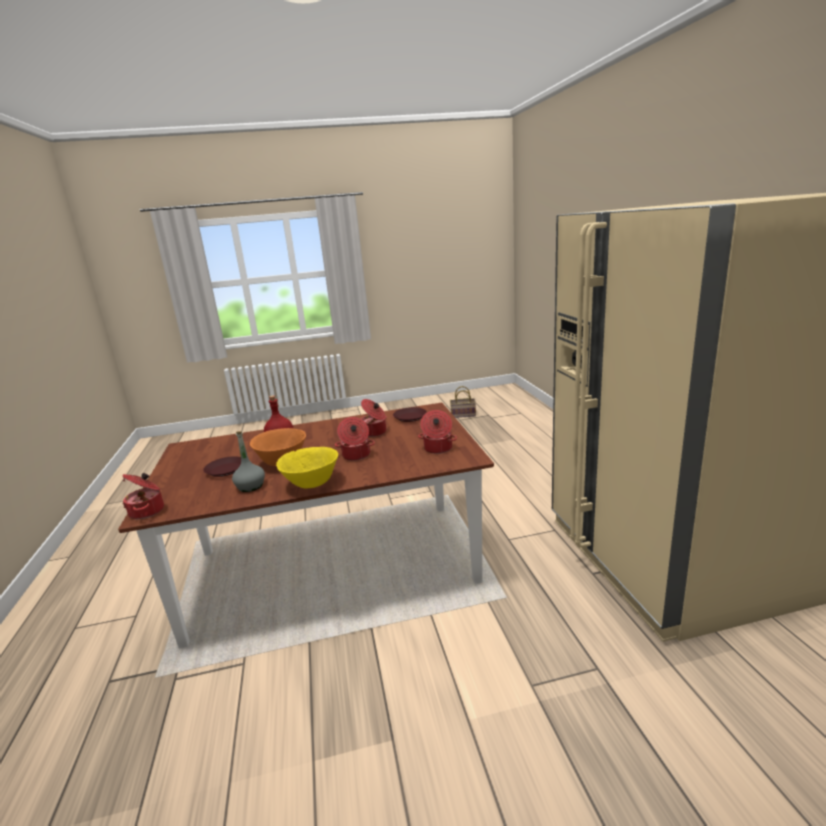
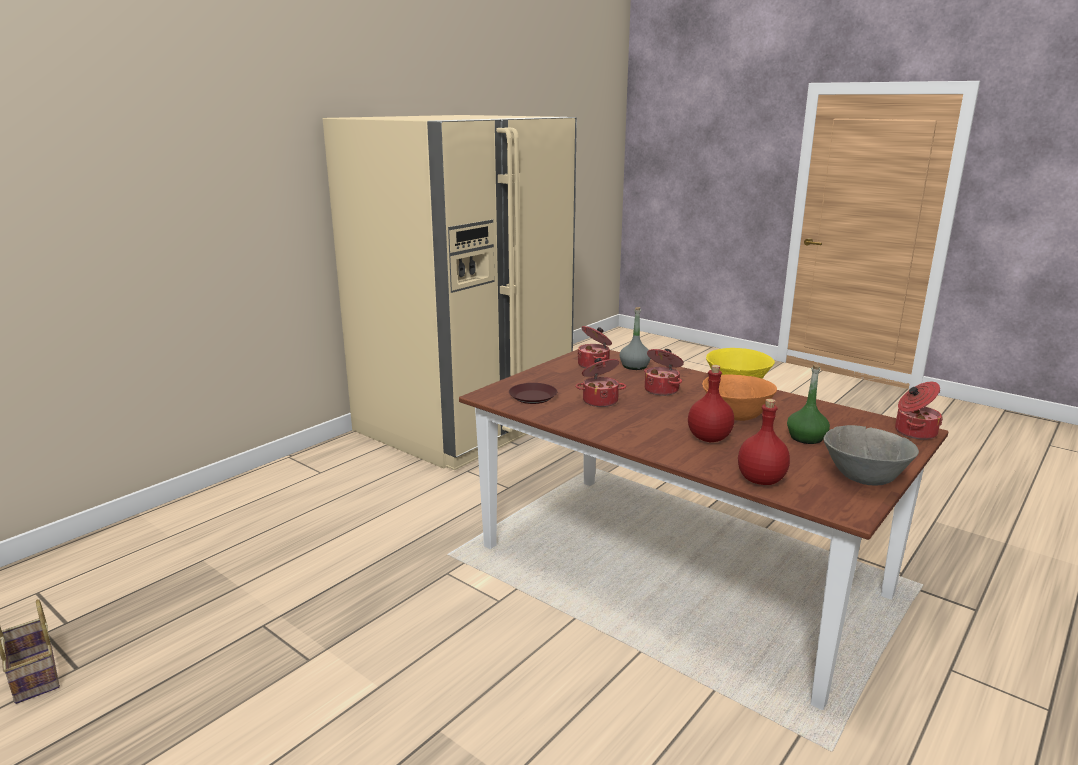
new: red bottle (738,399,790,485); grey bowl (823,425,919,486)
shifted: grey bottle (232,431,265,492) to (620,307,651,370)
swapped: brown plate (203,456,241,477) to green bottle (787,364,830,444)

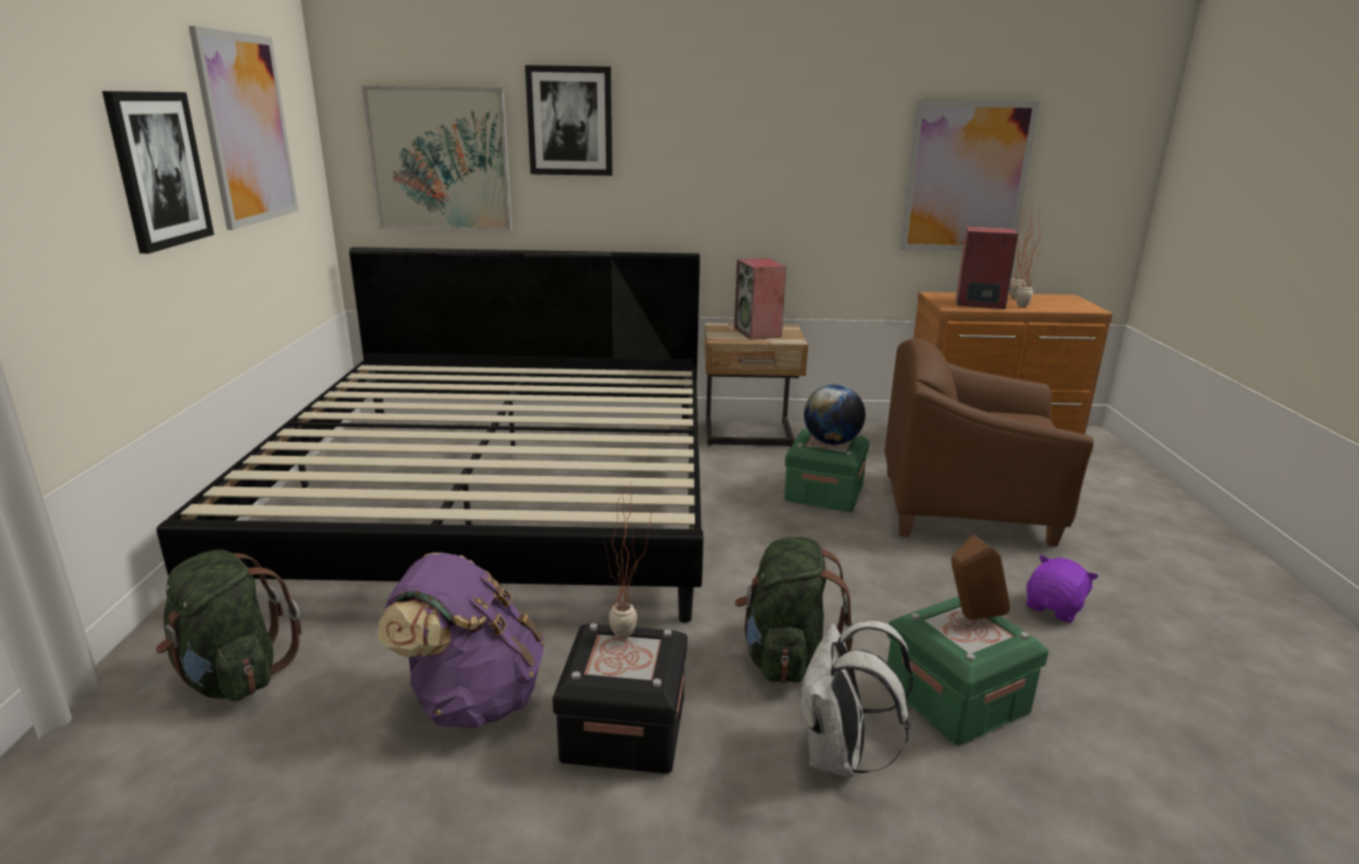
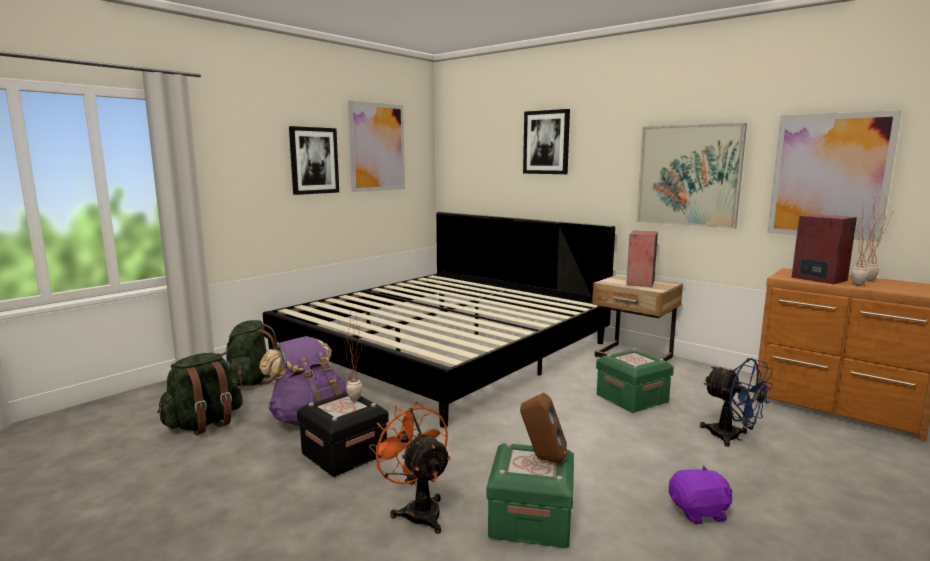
gone: globe (804,384,865,445)
shifted: picture (361,85,512,231) to (637,123,747,229); green backpack (734,537,855,683) to (157,353,243,435)
swapped: white backpack (799,621,914,778) to orange fan (369,402,451,534); brown armchair (885,339,1094,546) to blue fan (700,358,773,447)

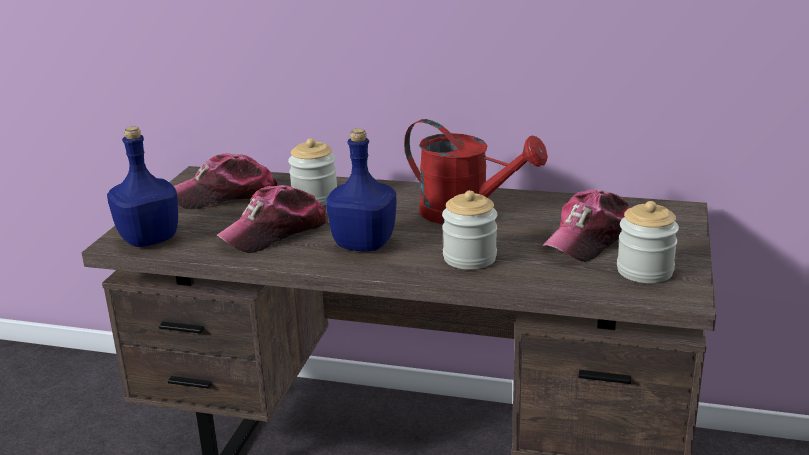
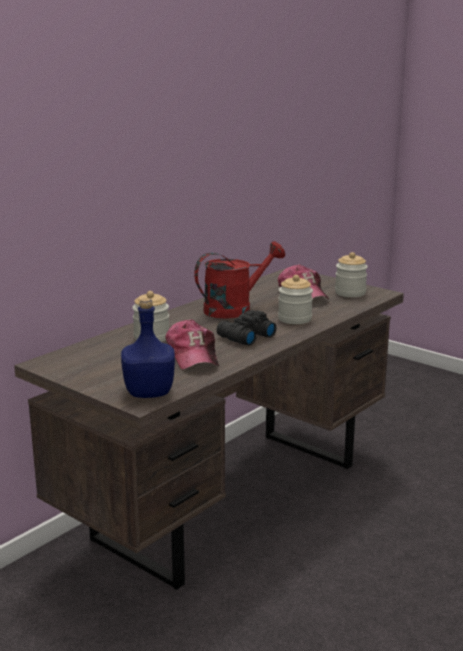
gone: cap (174,153,278,209)
swapped: blue bottle (326,128,397,251) to black binoculars (217,310,277,346)

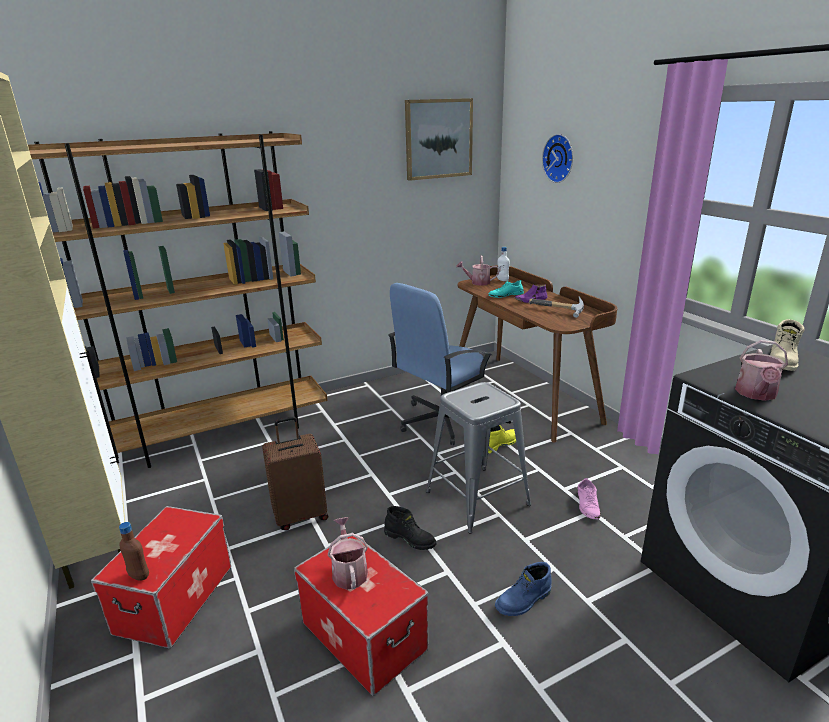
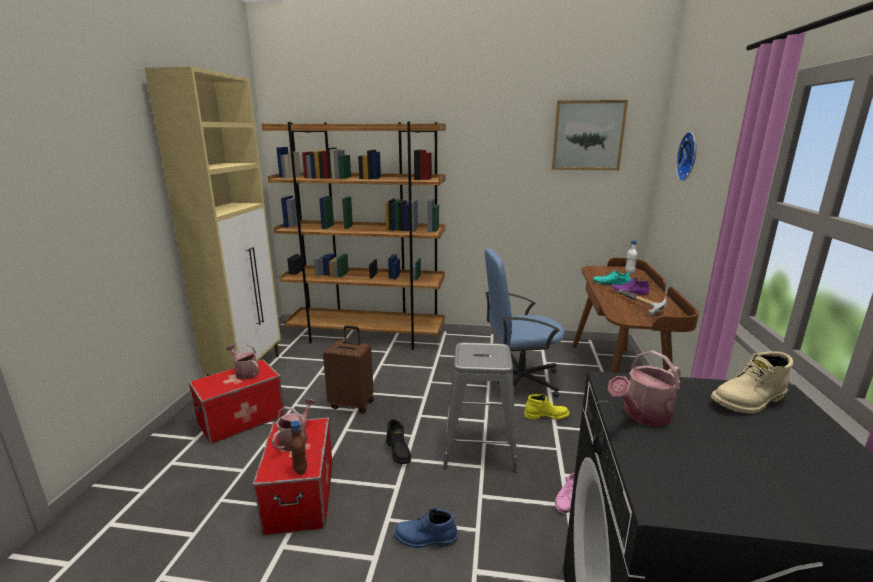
shifted: brown bottle (119,522,149,581) to (290,421,307,475); watering can (456,256,500,286) to (226,344,259,380)

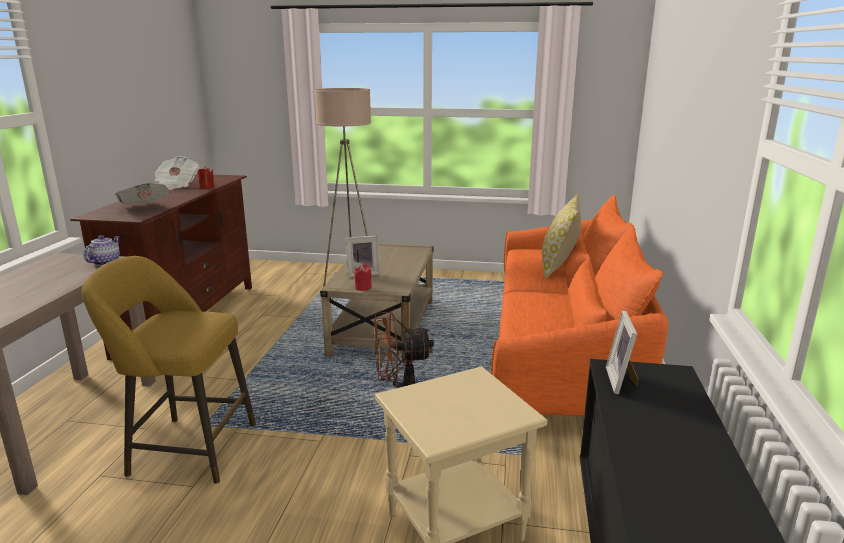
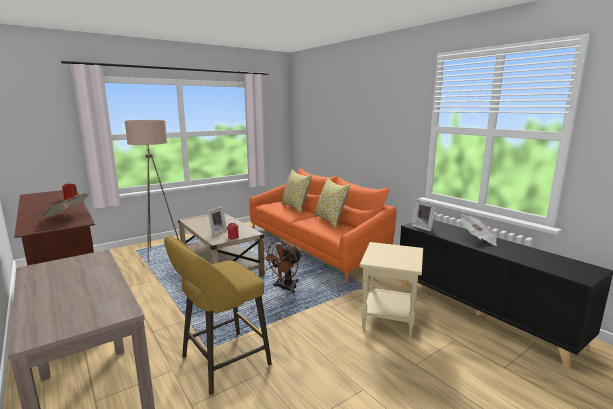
gone: teapot (83,235,120,266)
new: pillow (315,177,350,228)
shifted: newspaper (154,156,199,190) to (461,215,497,246)

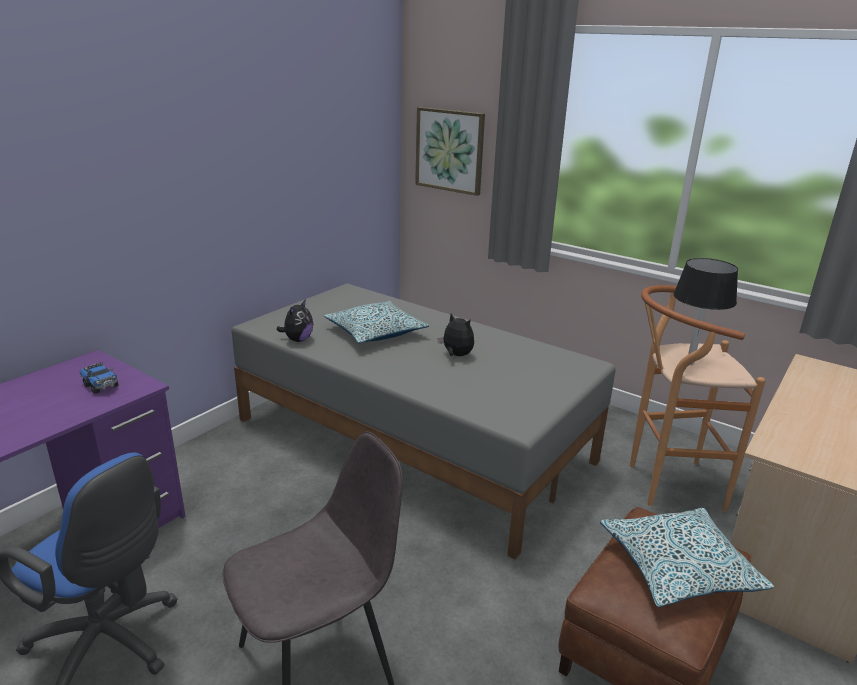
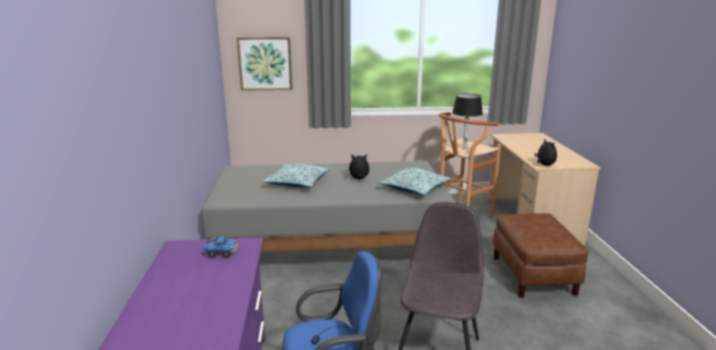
shifted: plush toy (276,300,313,342) to (534,139,557,166); pillow (600,508,774,607) to (379,168,451,195)

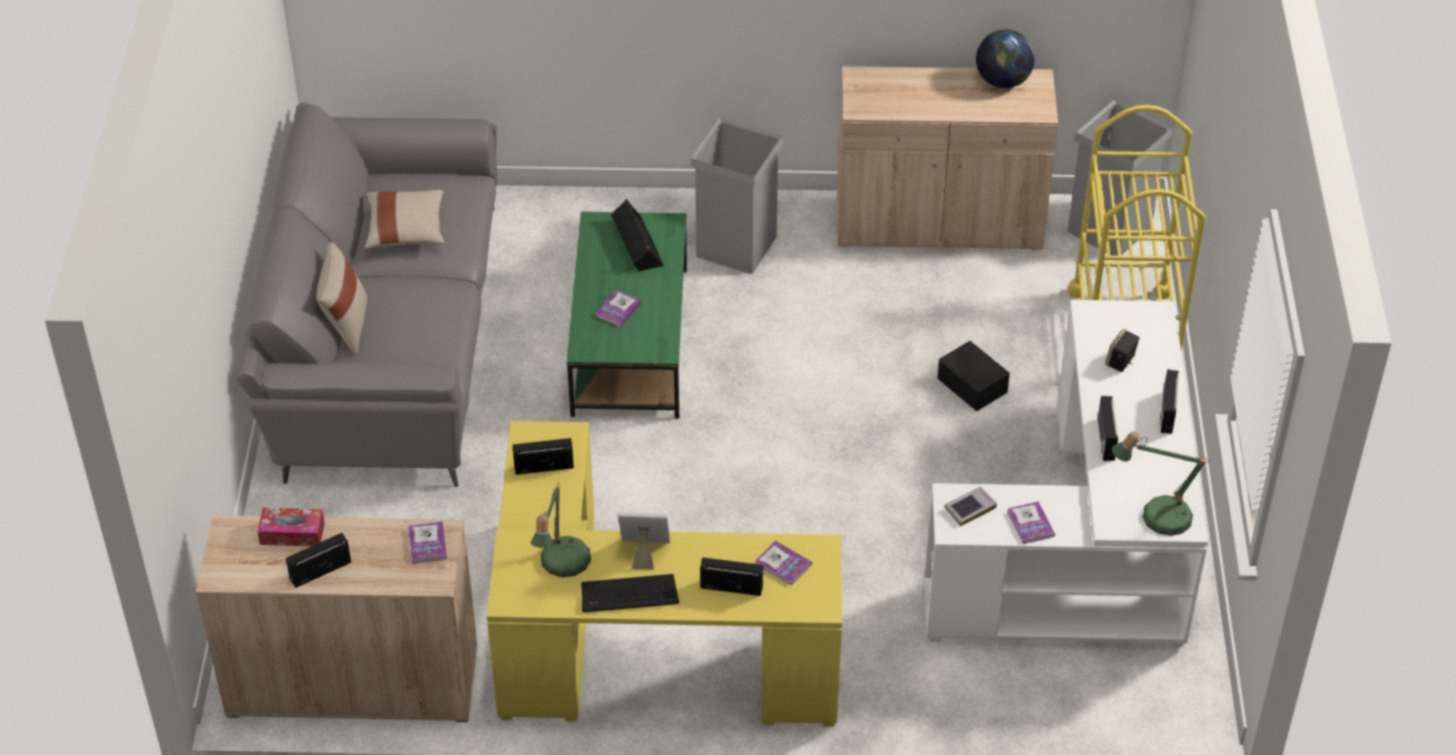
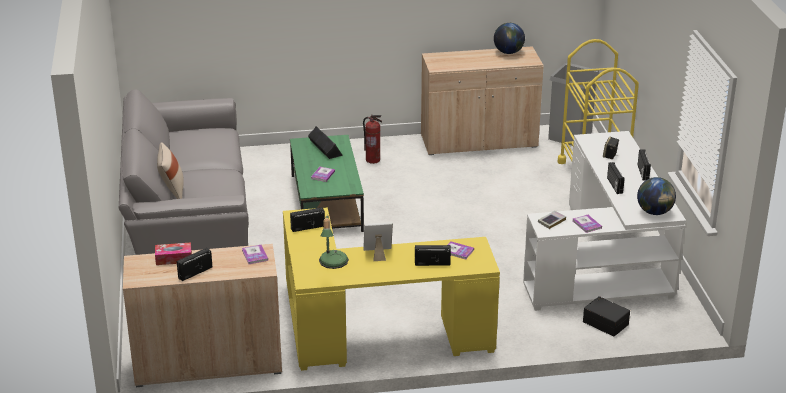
gone: beige pillow (365,190,444,249); keyboard (581,574,679,612)
shifted: black storage box (938,341,1010,411) to (583,296,630,336)
swapped: grey trash can (690,118,784,274) to fire extinguisher (363,115,382,164); table lamp (1112,432,1209,536) to globe (637,177,676,215)

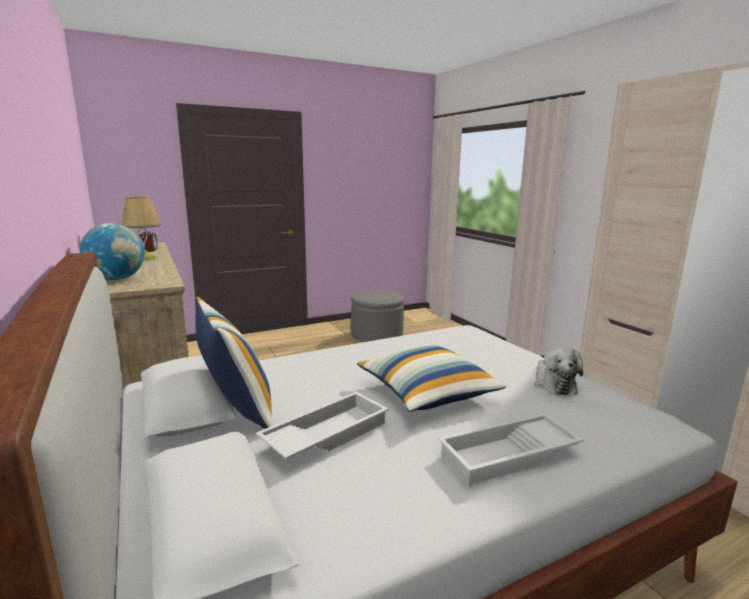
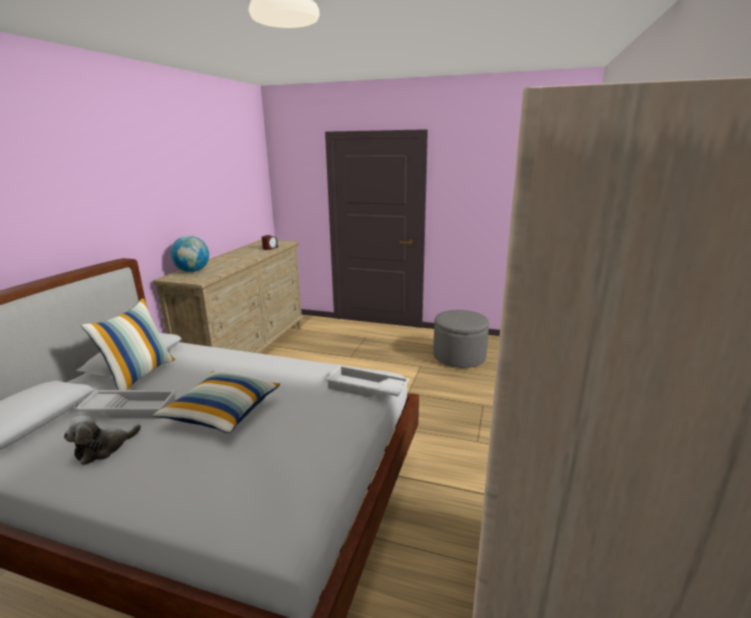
gone: table lamp (122,197,161,260)
shifted: white tray (438,413,584,485) to (325,365,410,397); plush toy (535,347,583,395) to (64,416,141,465)

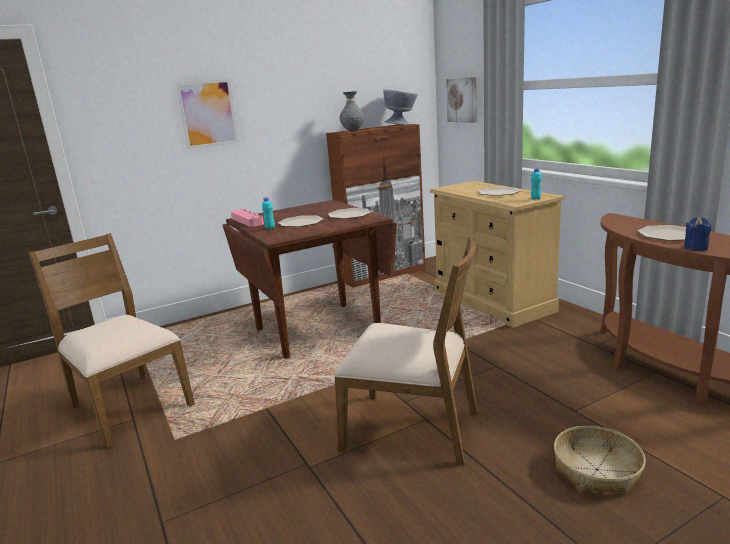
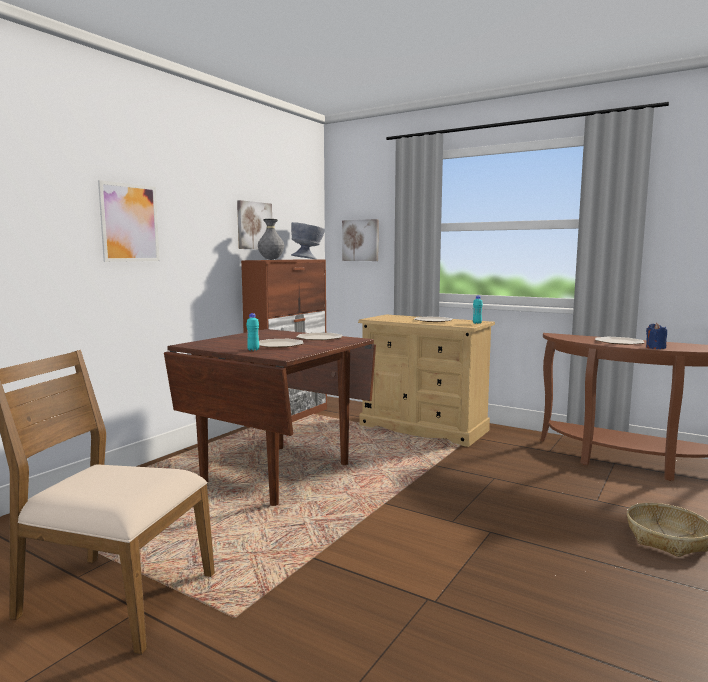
gone: pink tray (231,209,264,227); brown chair (334,236,478,466)
new: picture (237,200,272,249)

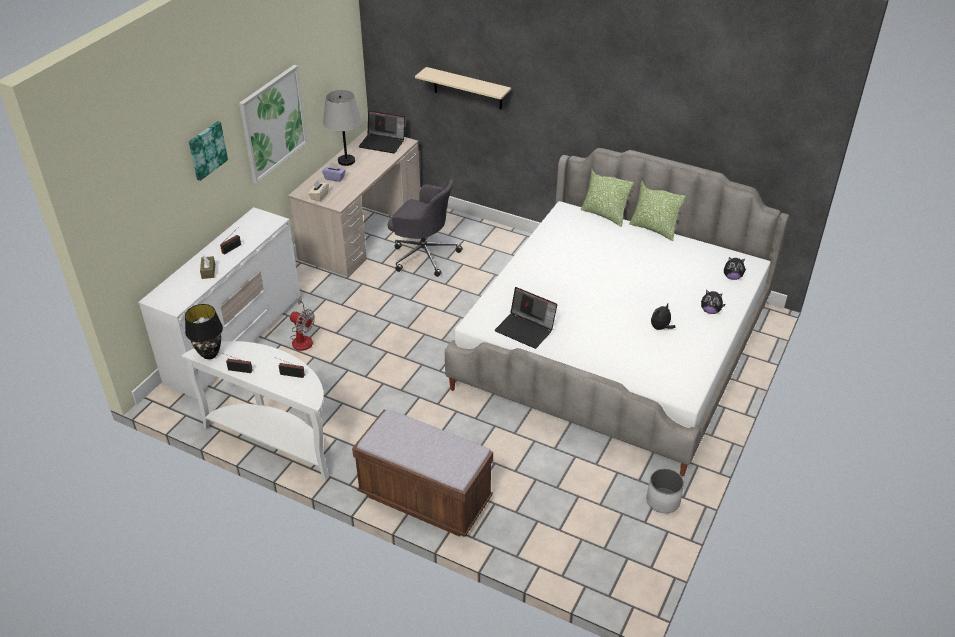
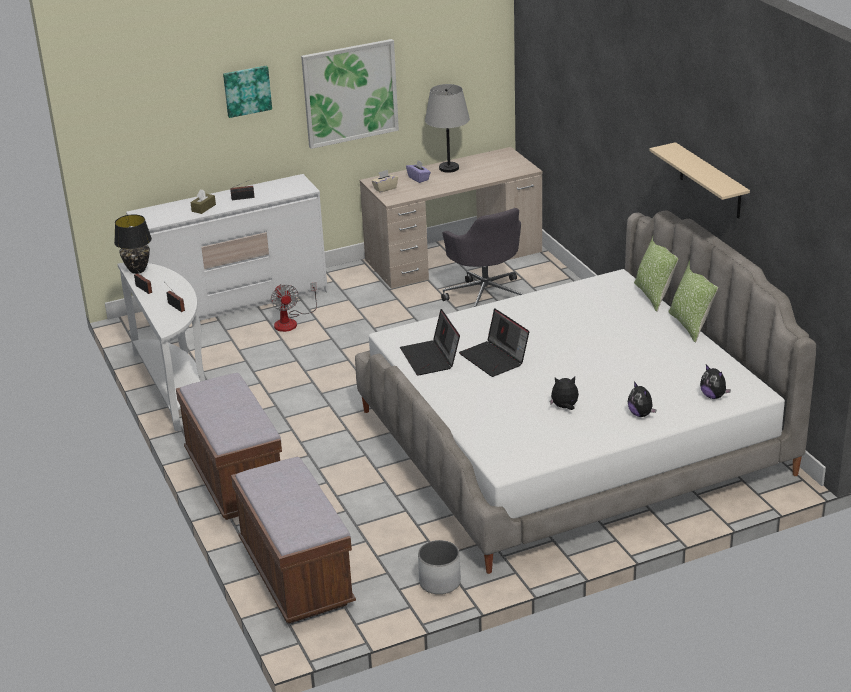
new: brown bench (231,457,356,624)
shifted: laptop (359,111,405,153) to (459,308,529,377); beige shelf (415,67,511,109) to (649,142,750,219)

